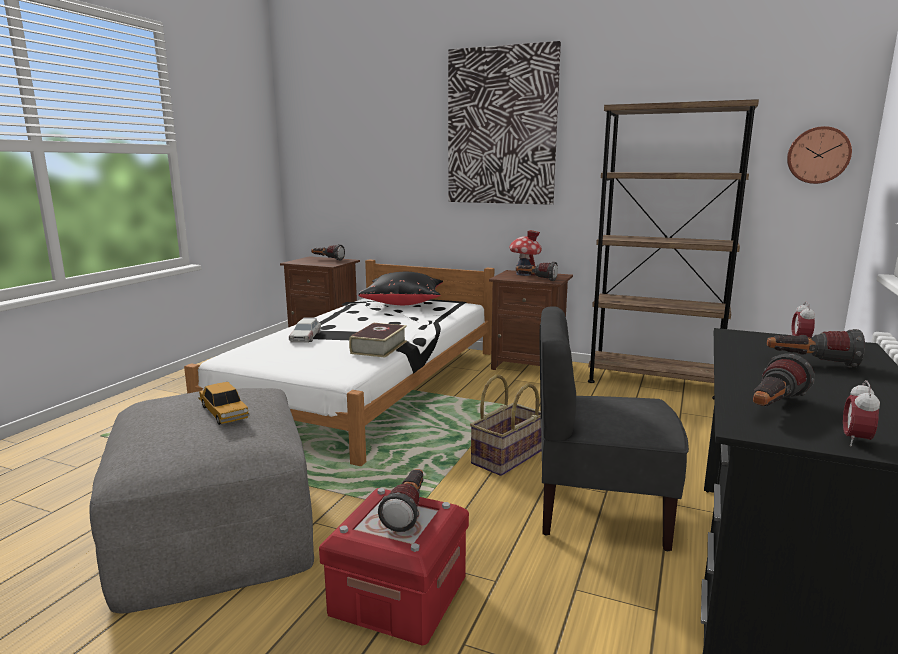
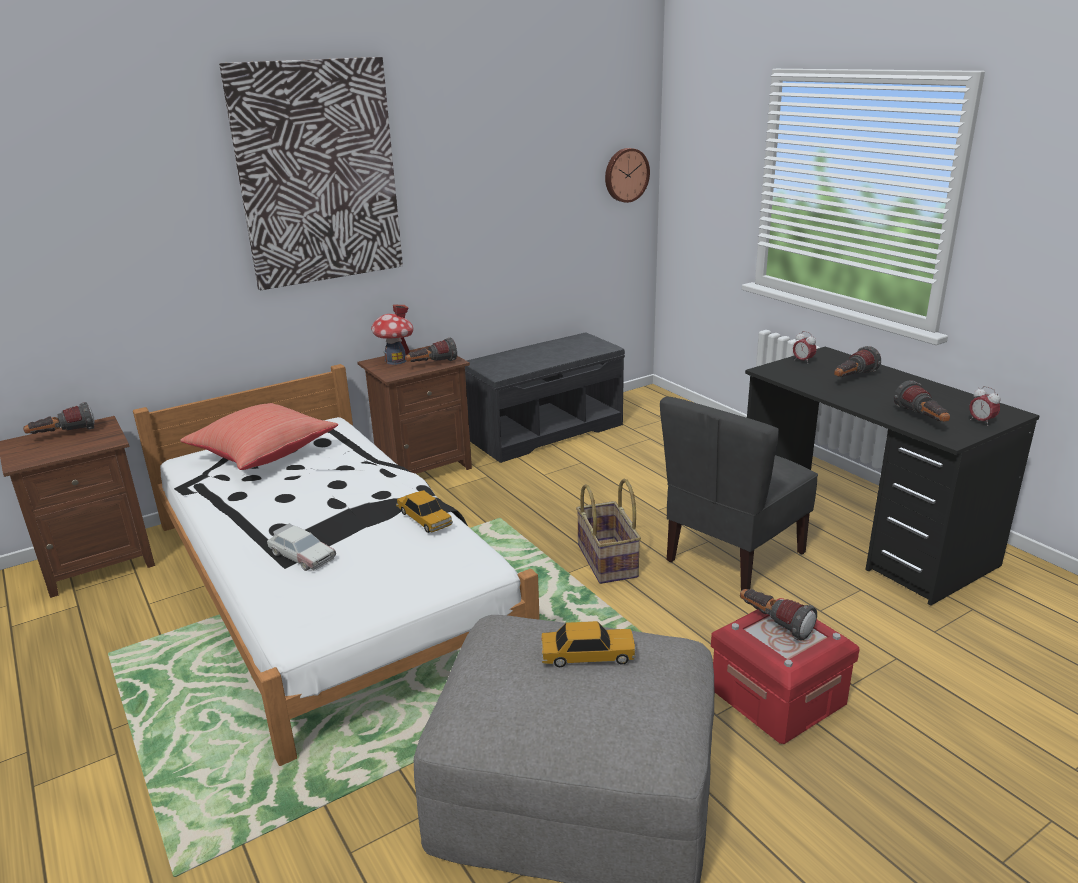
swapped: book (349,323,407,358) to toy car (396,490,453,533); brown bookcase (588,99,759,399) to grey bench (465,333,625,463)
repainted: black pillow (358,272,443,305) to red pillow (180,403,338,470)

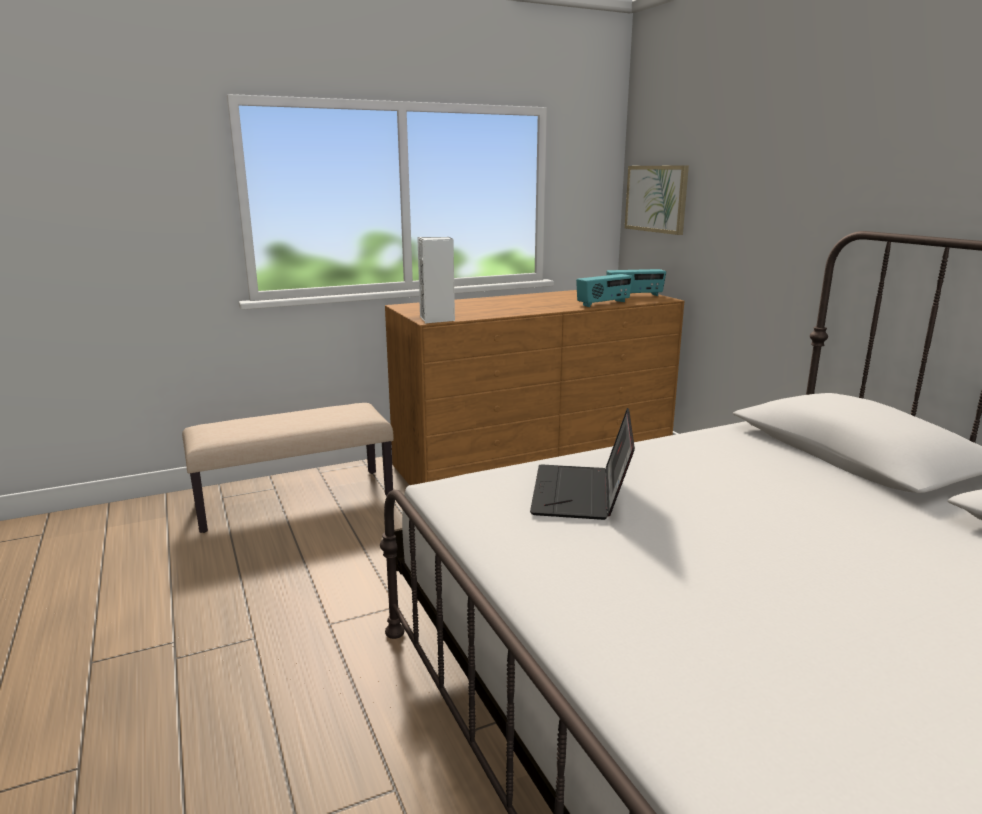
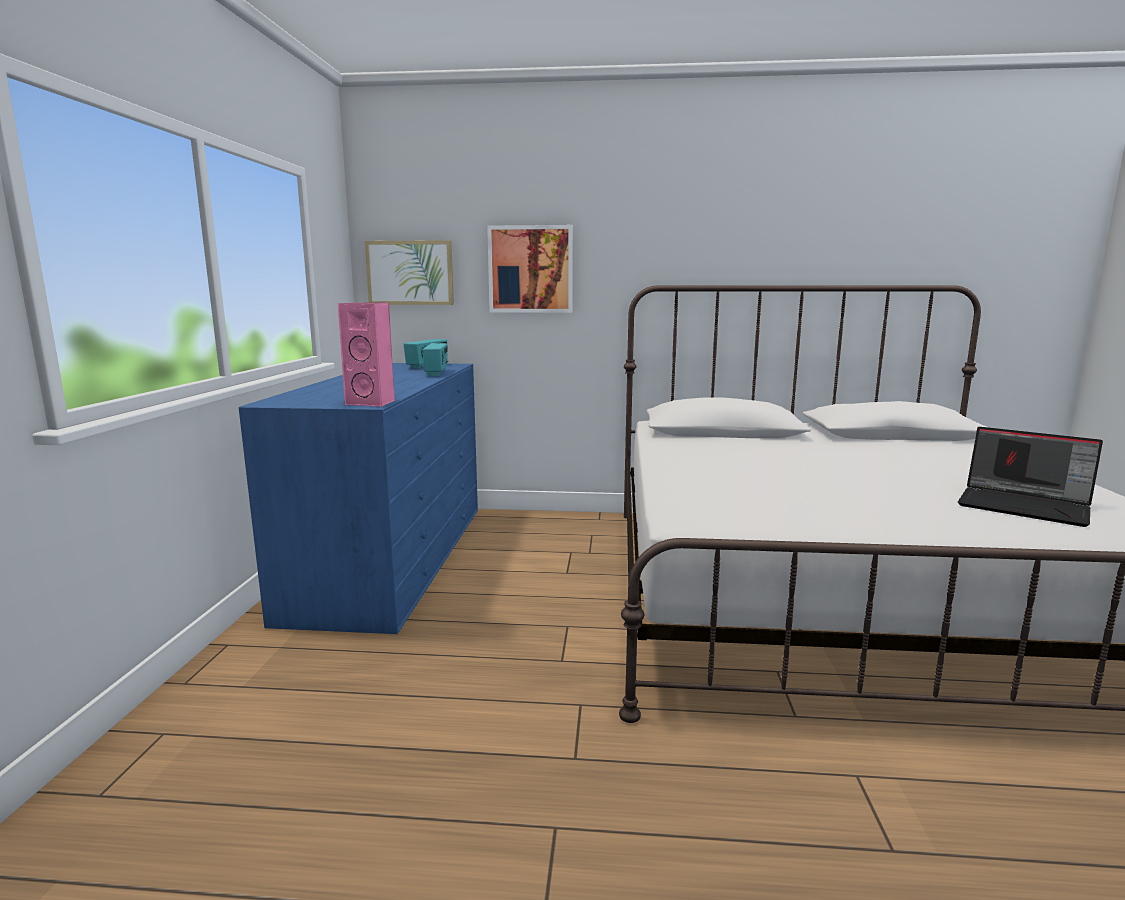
gone: beige bench (182,403,394,533)
new: picture (487,225,573,313)
shifted: laptop (530,408,635,520) to (958,427,1103,527)
repainted: brown dresser (385,290,684,485) to blue dresser (239,363,478,634); white speaker (417,237,455,323) to pink speaker (338,302,395,407)

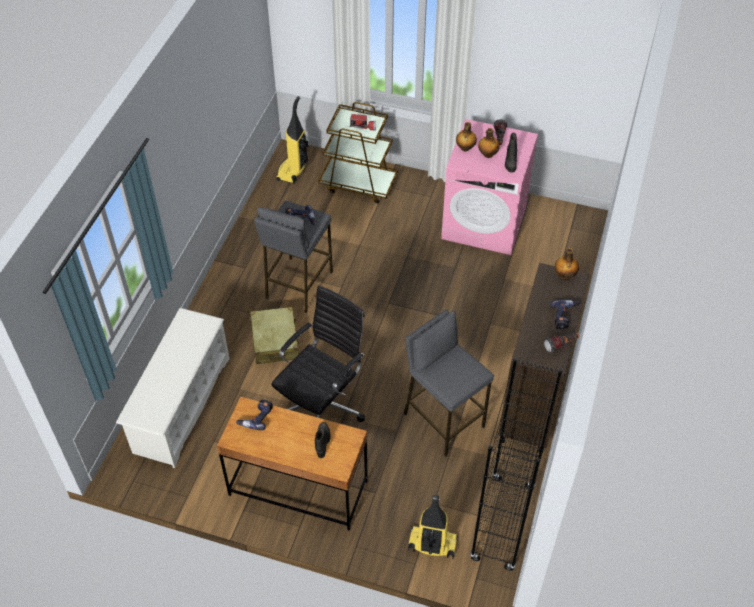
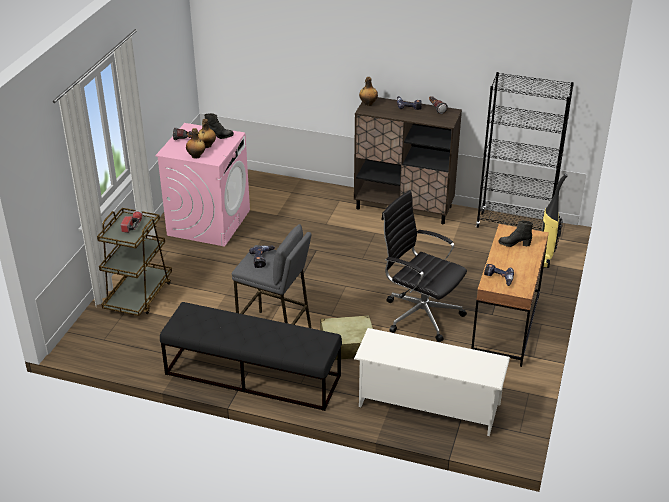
gone: vacuum cleaner (276,96,308,184); grey stool (404,310,494,457)
new: black bench (160,302,342,411)

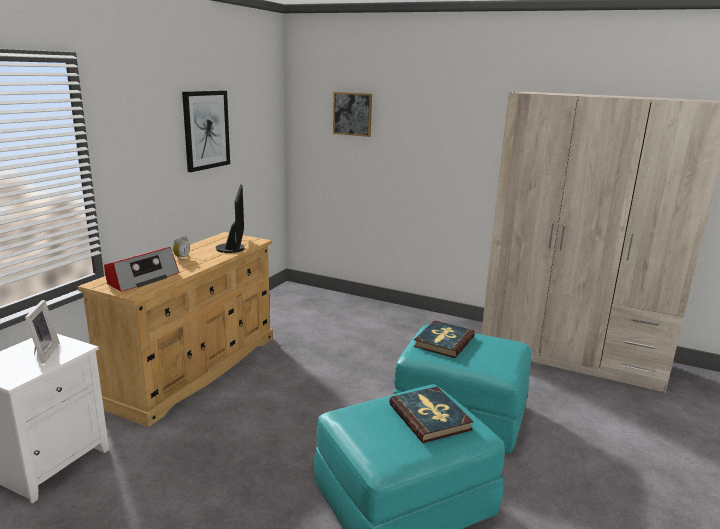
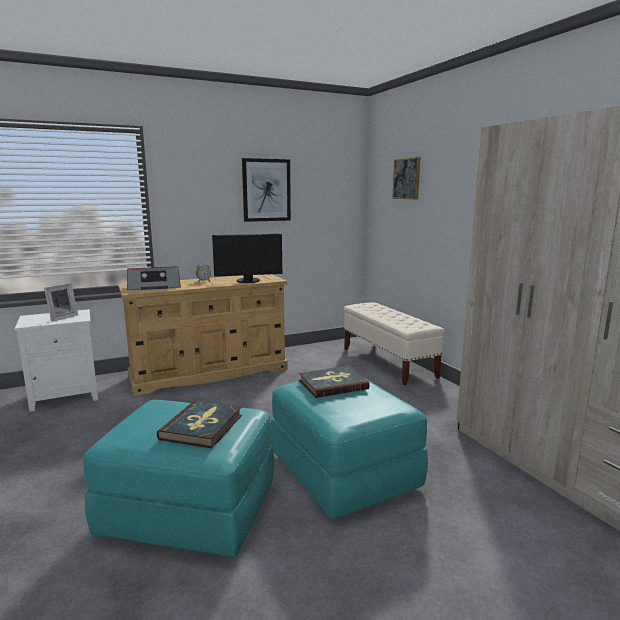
new: beige bench (344,302,445,386)
rotated: monitor (215,184,245,253) = (212,234,282,283) 45 degrees clockwise

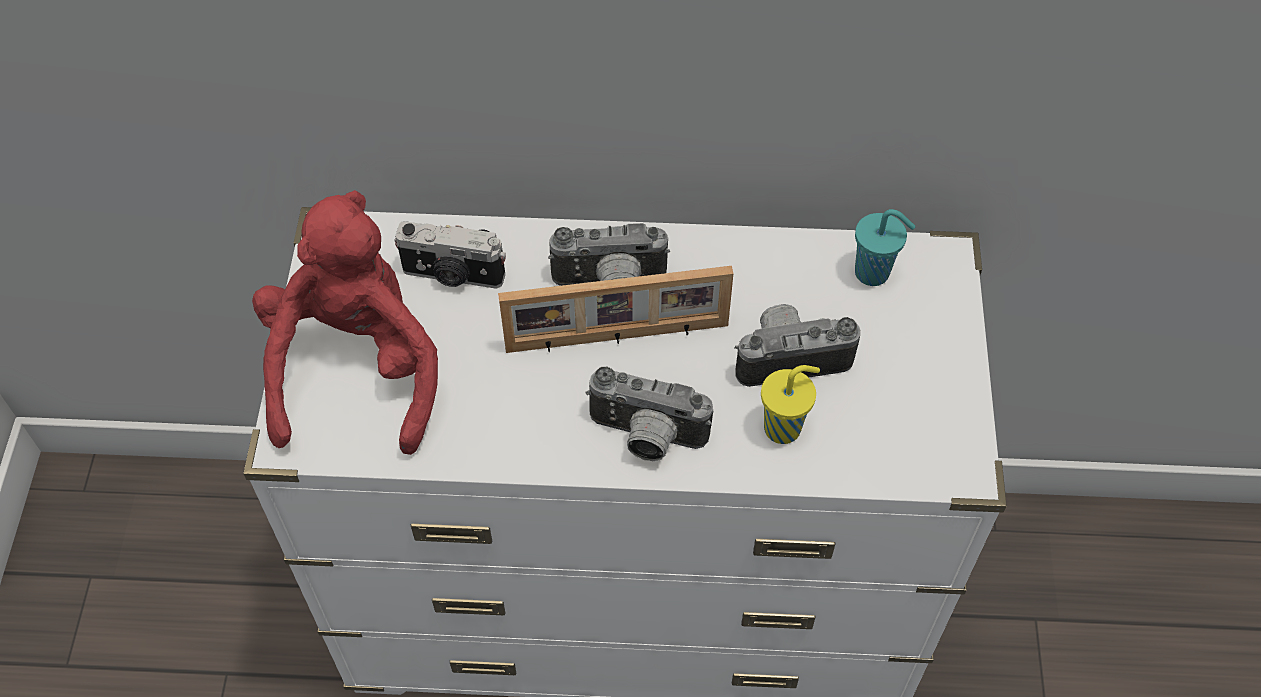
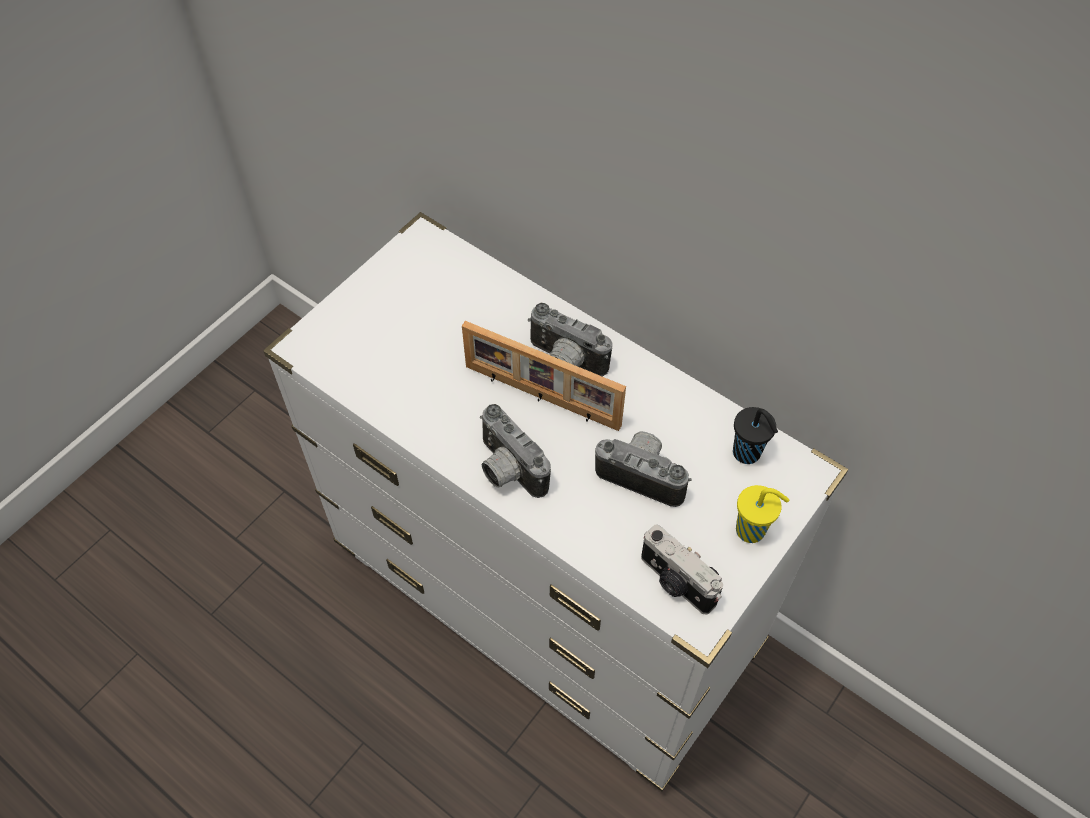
gone: red plush toy (252,190,438,455)
shifted: photo camera (394,221,506,289) to (641,524,723,615); yellow cup (761,365,820,444) to (736,485,789,543)
repainted: turquoise cup (855,209,915,286) to black cup (733,407,778,464)

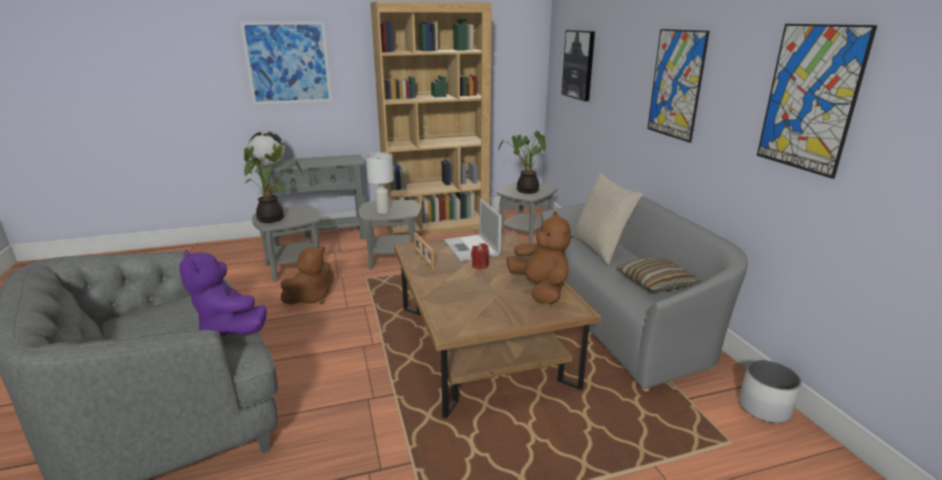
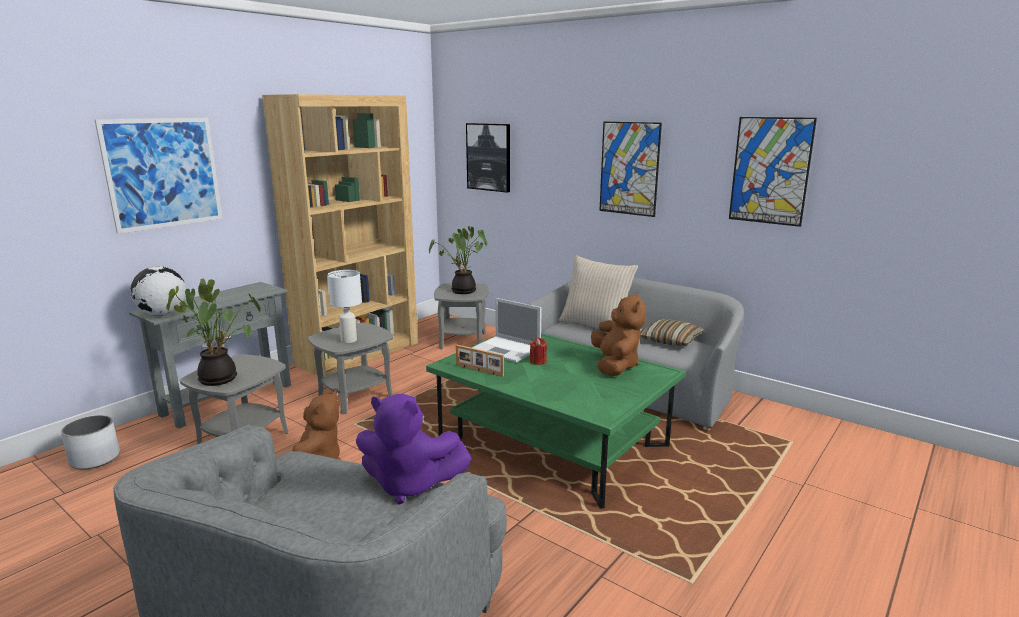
shifted: white planter (739,360,801,423) to (61,415,120,470)
repainted: brown coffee table (394,231,601,418) to green coffee table (426,333,686,509)
rotated: brown plush toy (506,212,571,304) = (591,293,645,376) 60 degrees clockwise

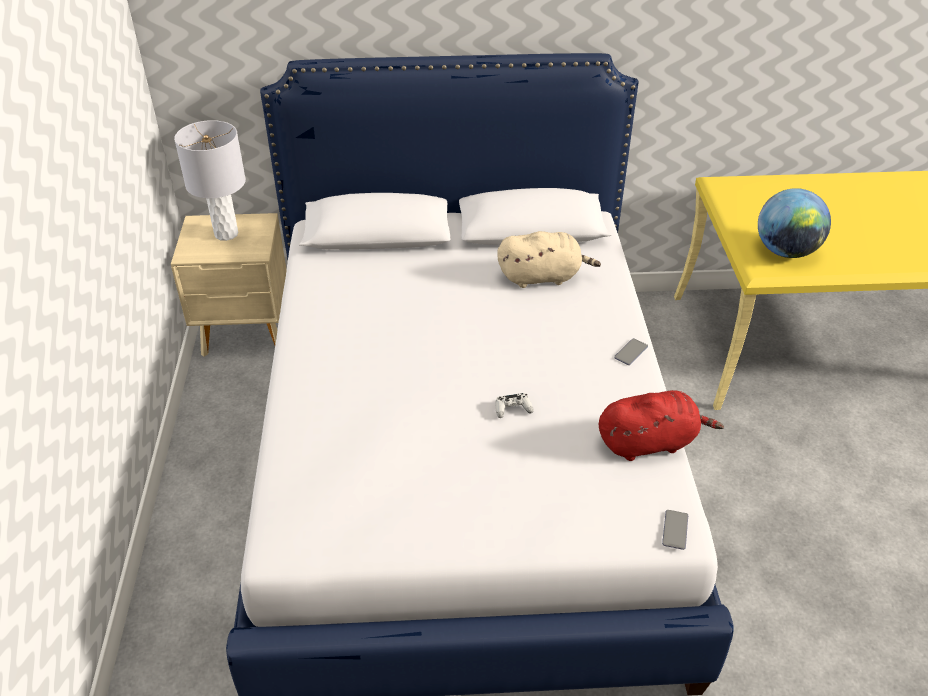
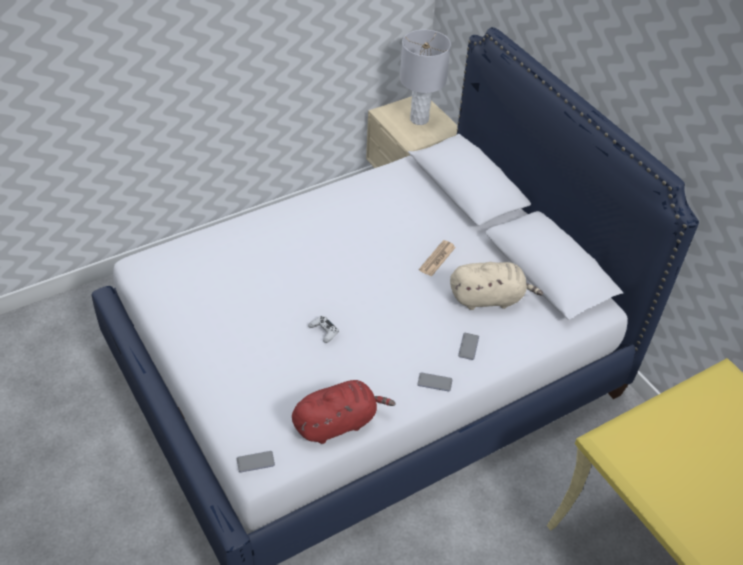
gone: globe (758,188,831,258)
new: newspaper (419,240,456,277); phone (458,333,479,360)
rotated: beige plush toy (497,231,601,288) = (450,262,544,310) 60 degrees counterclockwise; red plush toy (599,390,724,461) = (292,380,396,444) 75 degrees counterclockwise

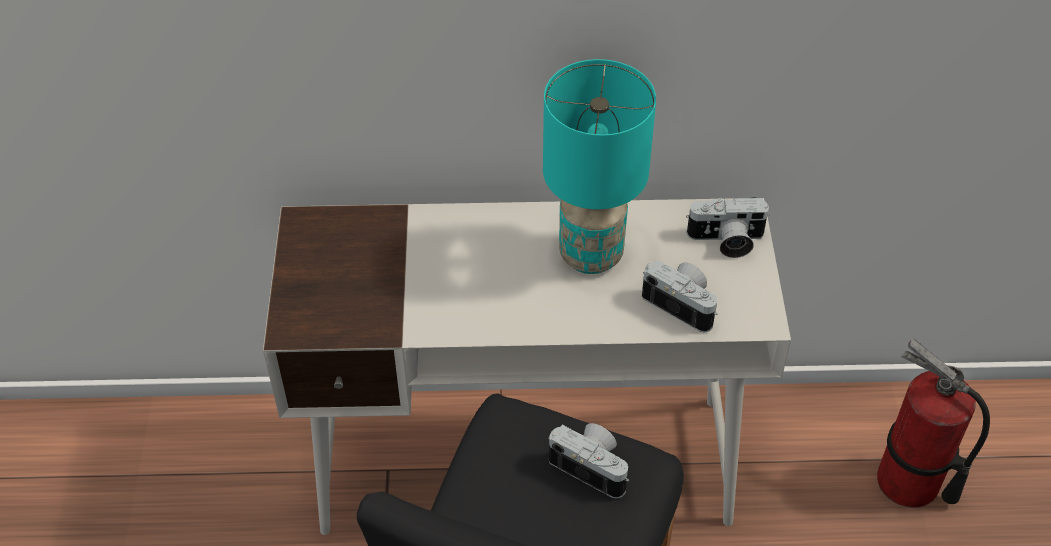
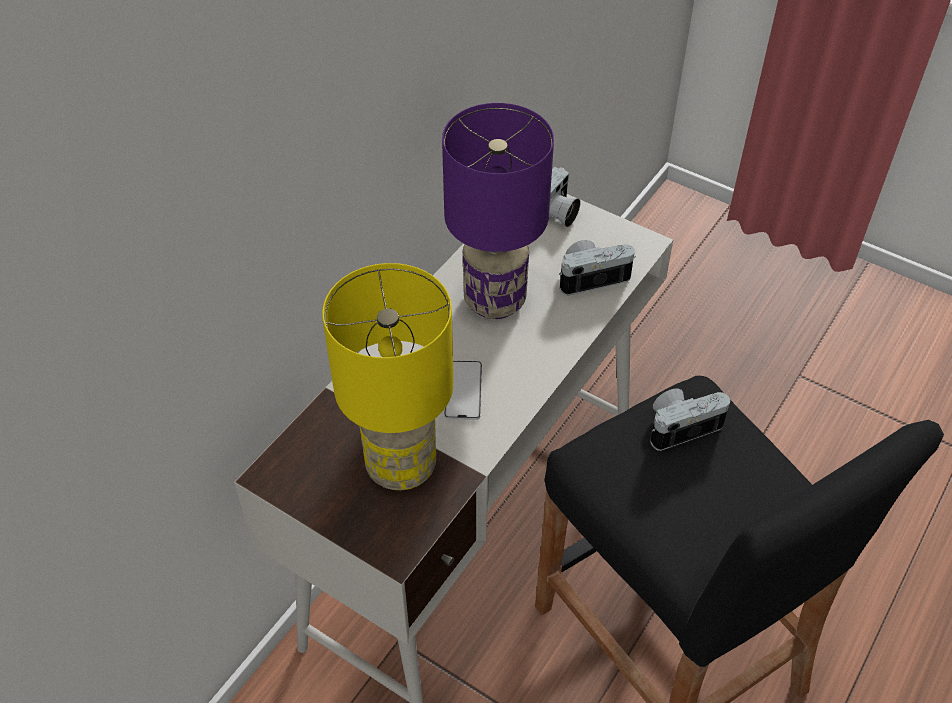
gone: fire extinguisher (877,339,990,508)
new: yellow table lamp (322,263,454,490); phone (444,361,482,420)
repainted: turquoise table lamp (543,59,656,274) to purple table lamp (442,103,554,319)

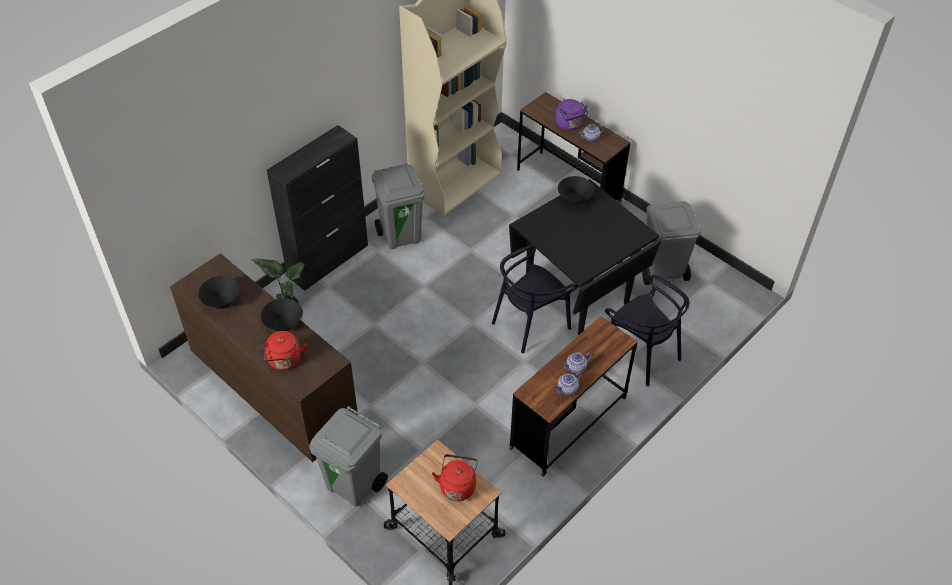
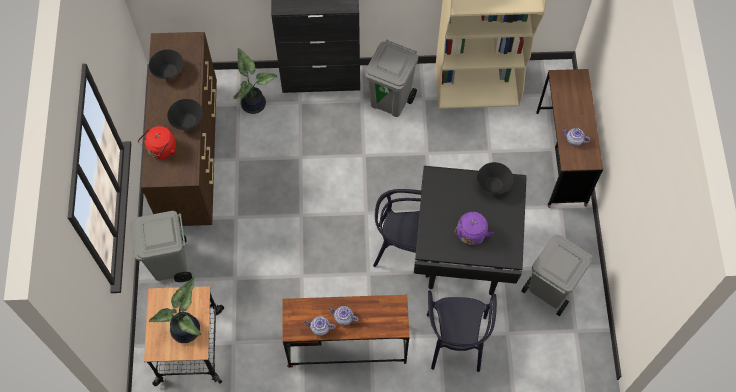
shifted: purple kettle (555,99,588,130) to (455,212,494,245)
swapped: red kettle (432,454,478,501) to potted plant (149,277,201,343)

